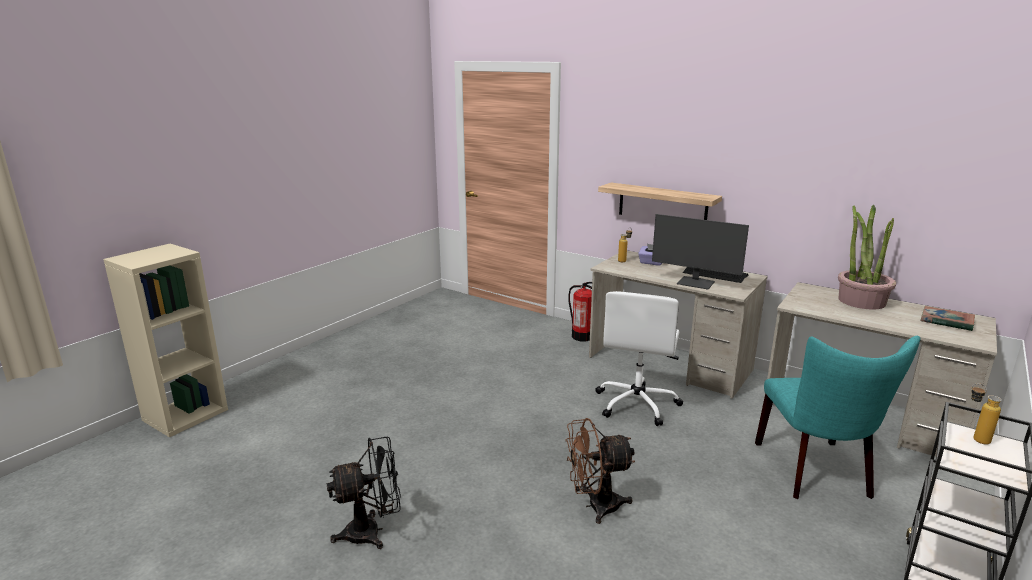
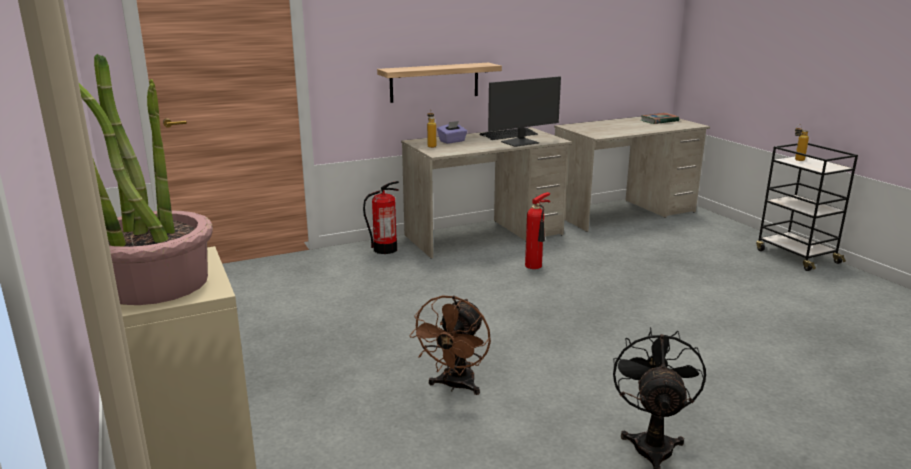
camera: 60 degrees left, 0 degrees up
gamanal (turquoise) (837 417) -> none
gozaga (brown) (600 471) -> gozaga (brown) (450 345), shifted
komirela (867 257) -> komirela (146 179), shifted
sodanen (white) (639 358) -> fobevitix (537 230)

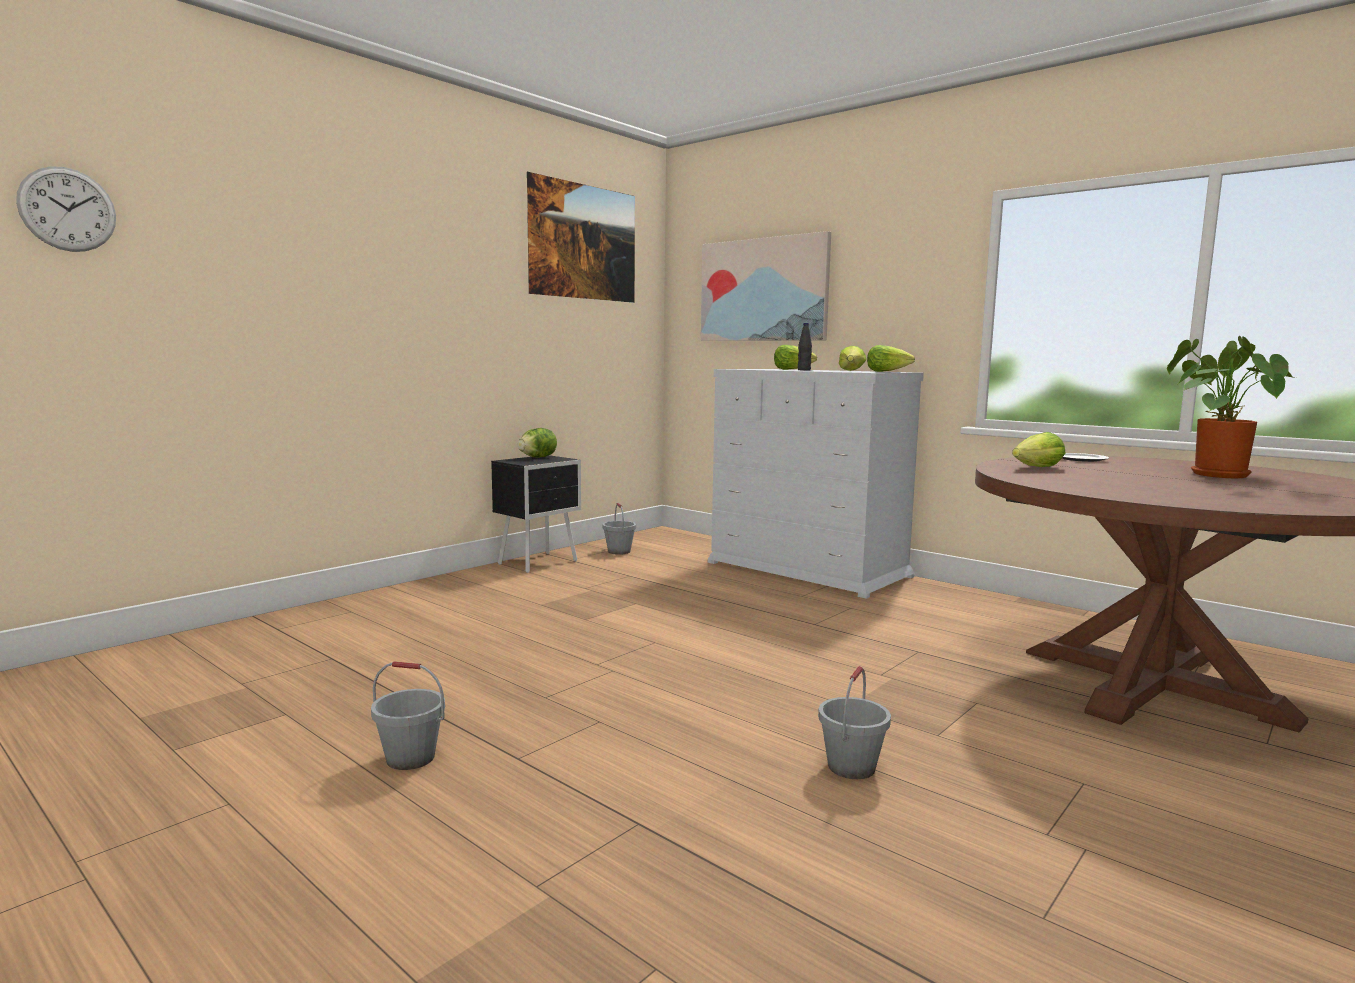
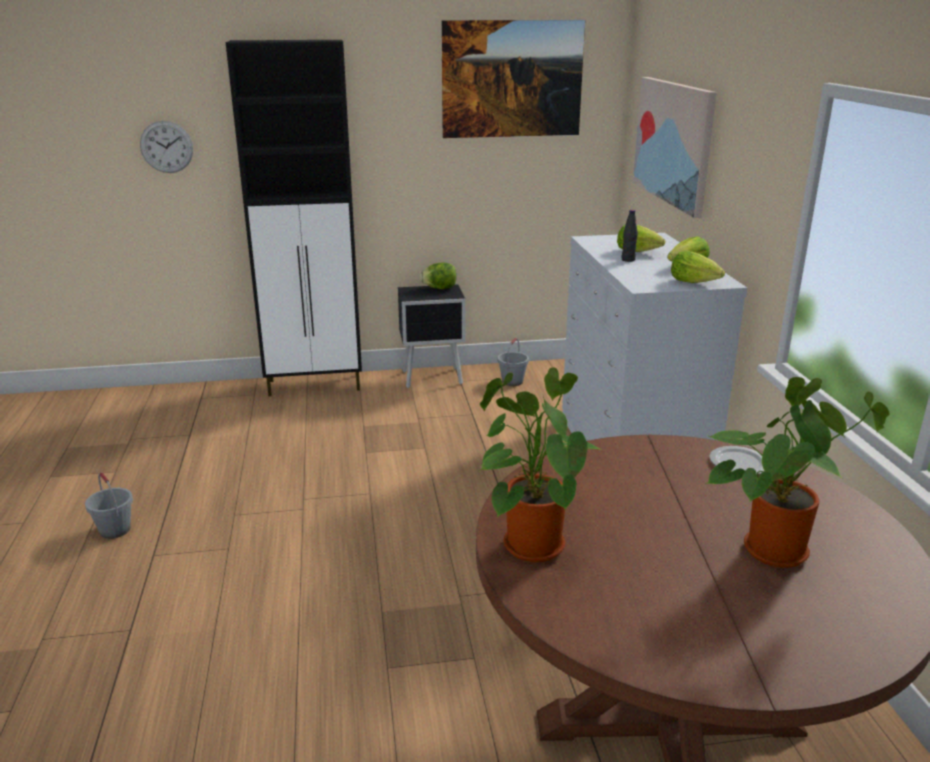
camera: 40 degrees right, 15 degrees up
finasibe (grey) (854 722) -> none
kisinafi (1038 449) -> none
none -> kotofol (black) (294 218)
none -> komirela (541 464)
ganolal (66 209) -> ganolal (166 147), shifted

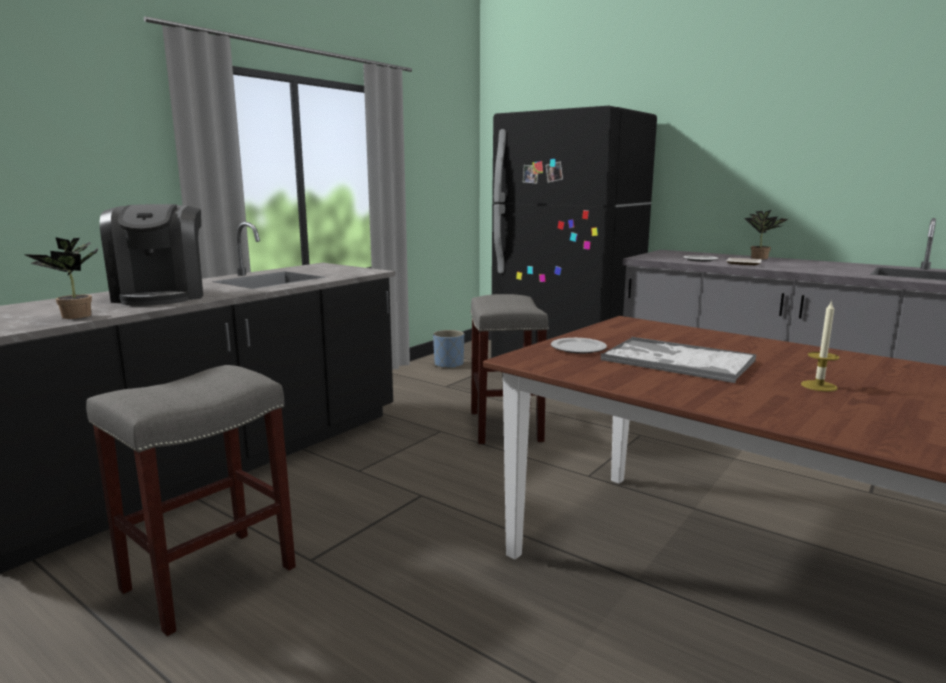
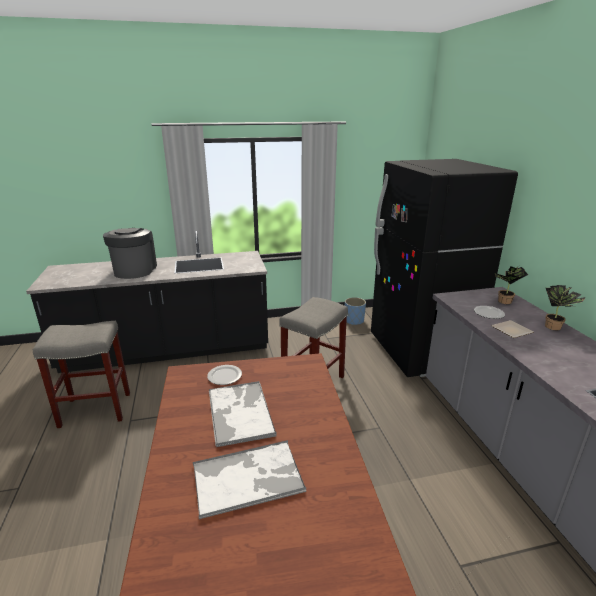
camera: 40 degrees right, 10 degrees up
komirela (61 278) -> komirela (511 285), shifted
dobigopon (820 346) -> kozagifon (249 479)
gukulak (151 255) -> gukulak (130 253), 150 degrees clockwise

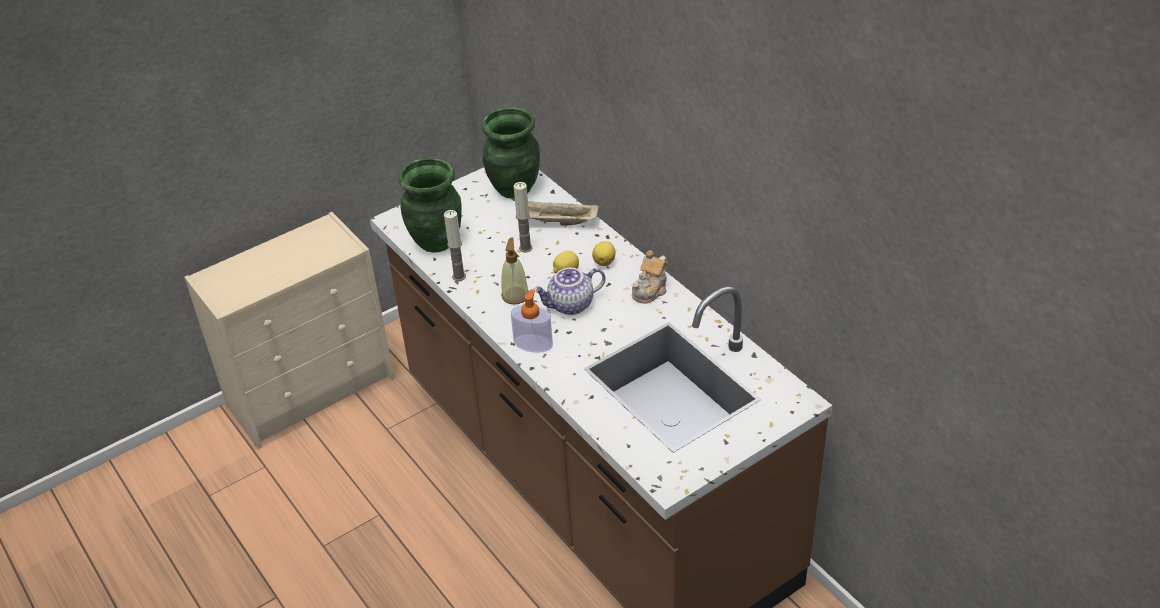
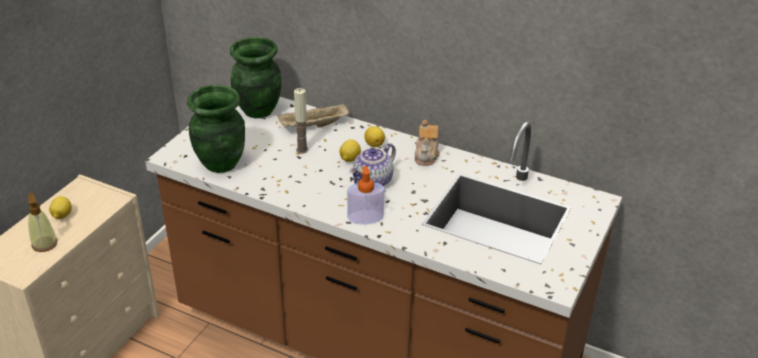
camera: 30 degrees left, 5 degrees down
dobigopon (455 245) -> none
none -> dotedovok (60 207)
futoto (515 271) -> futoto (42 222), shifted

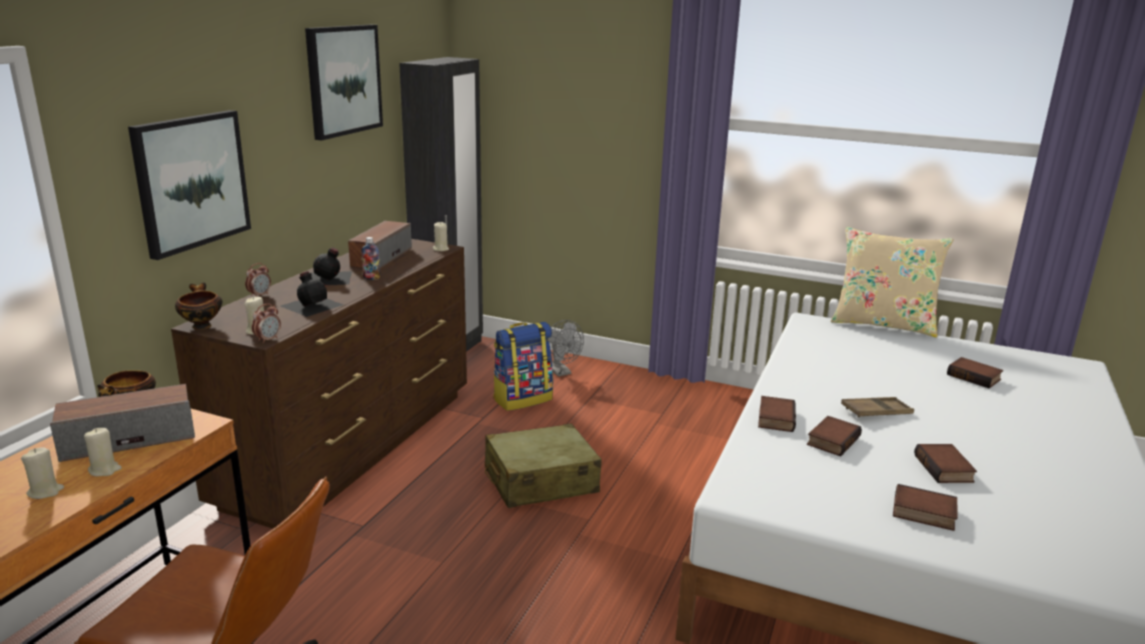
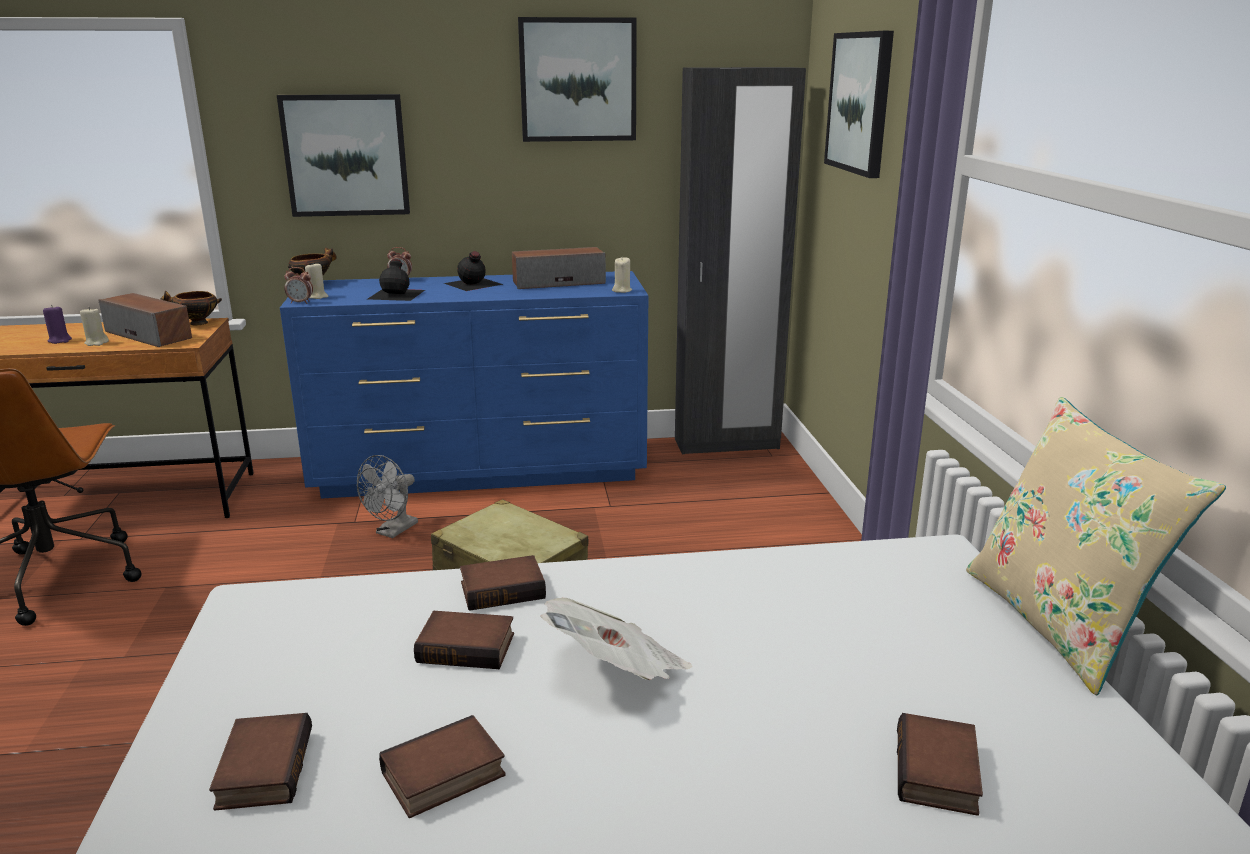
camera: 60 degrees right, 0 degrees up
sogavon (371 258) -> none
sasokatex (523 366) -> none
none -> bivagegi (859 104)
gozaga (grey) (566 348) -> gozaga (grey) (387 496), shifted
kozagifon (brown) (877 407) -> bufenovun (616 639)
dobigopon (beige) (42 473) -> dobigopon (purple) (57 324)
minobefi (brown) (319 384) -> minobefi (blue) (464 385)

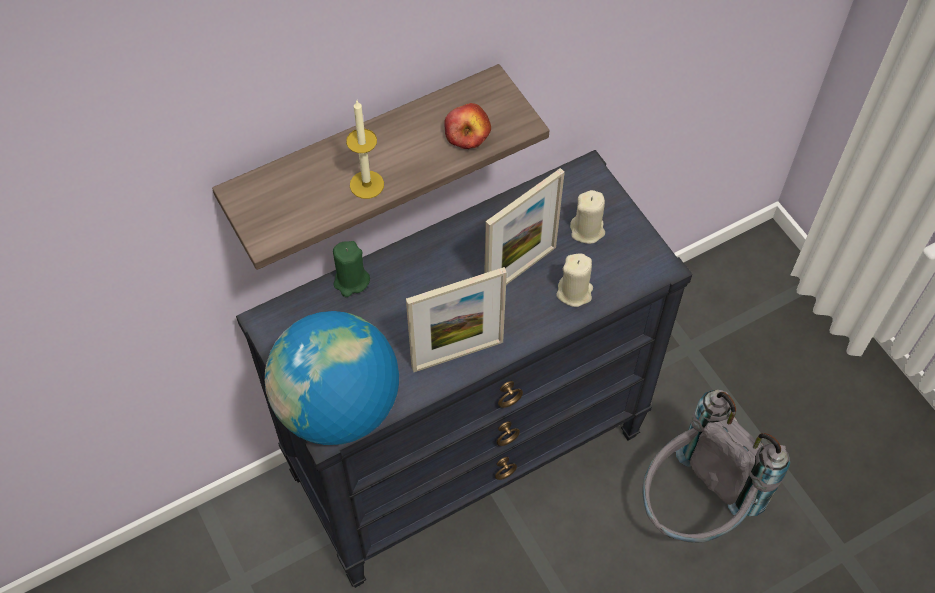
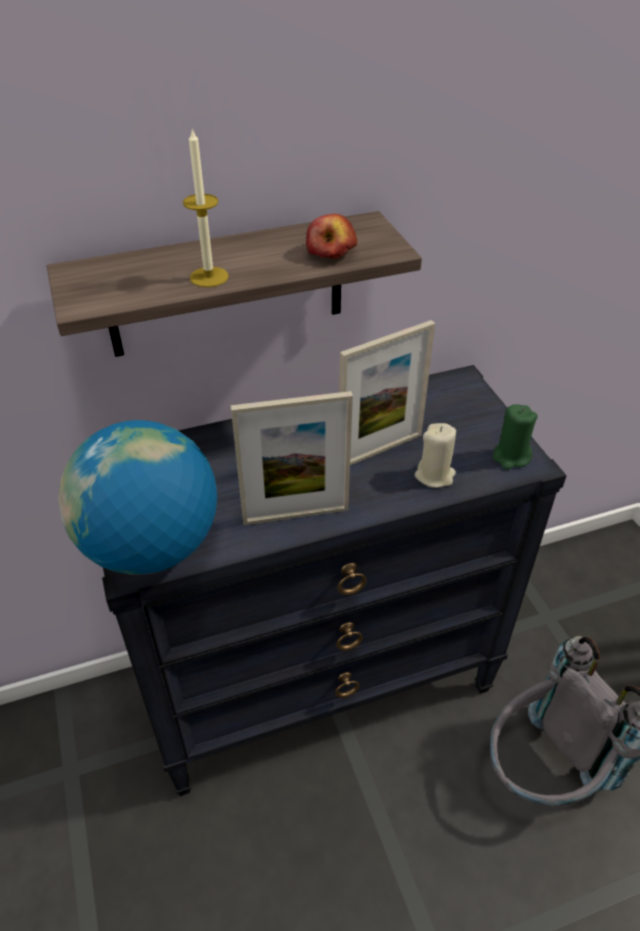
camera: 10 degrees right, 15 degrees down
dobigopon (beige) (587 217) -> none
dobigopon (green) (351 269) -> dobigopon (green) (515 437), shifted

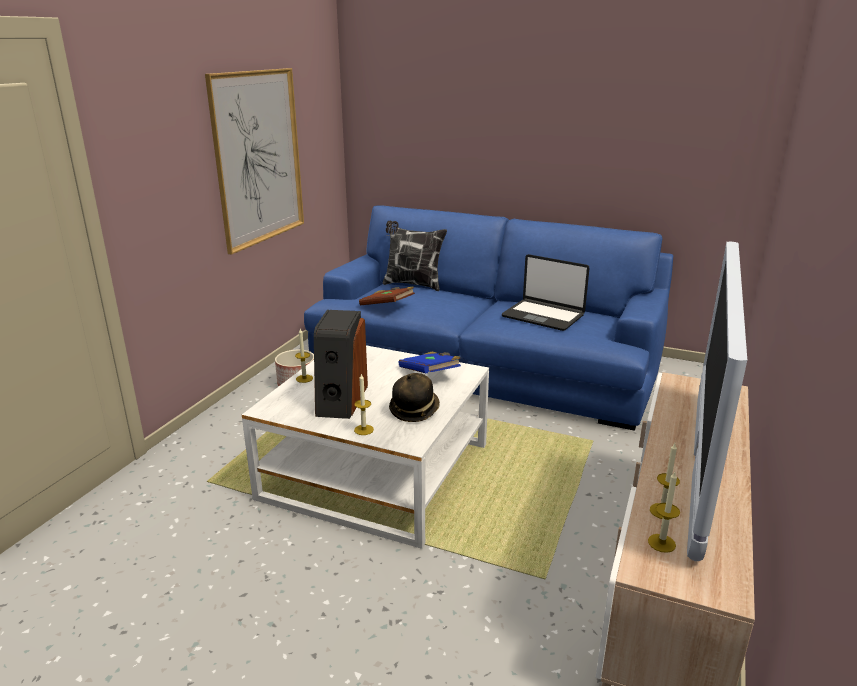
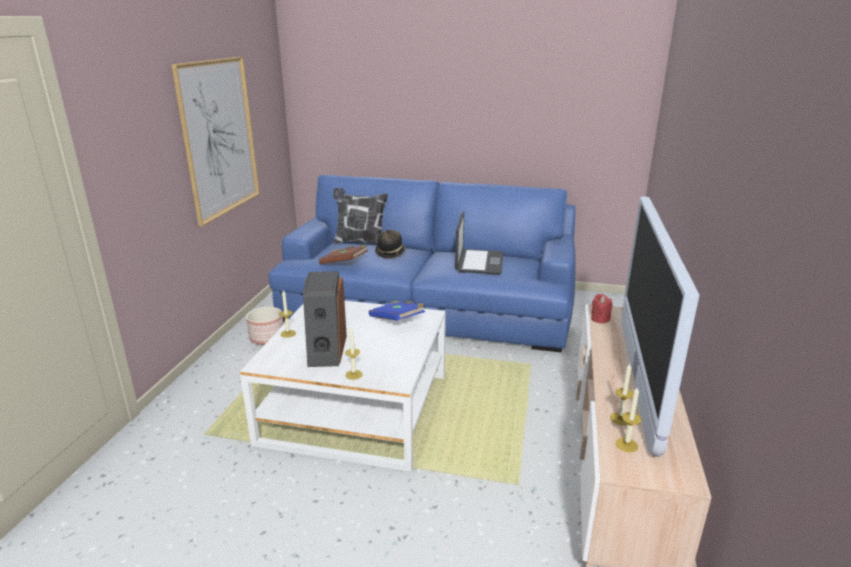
camera: 10 degrees left, 0 degrees up
none -> dobigopon (red) (601 308)
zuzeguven (414 397) -> zuzeguven (390 243), shifted
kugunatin (546 292) -> kugunatin (479 243), 105 degrees counterclockwise

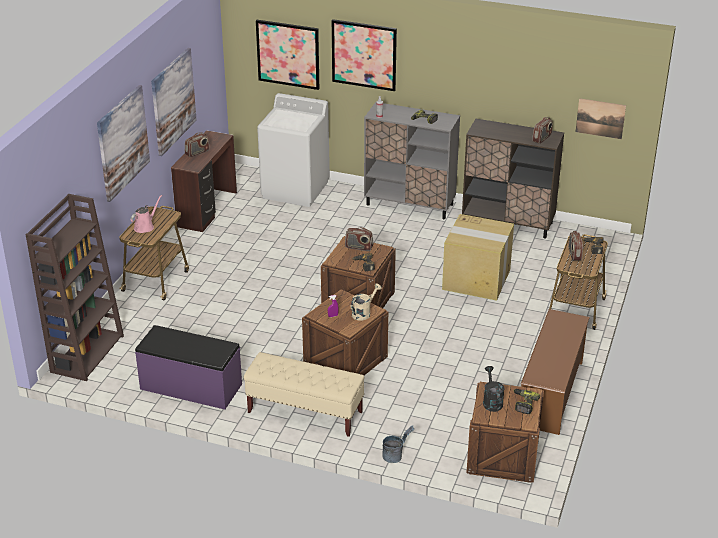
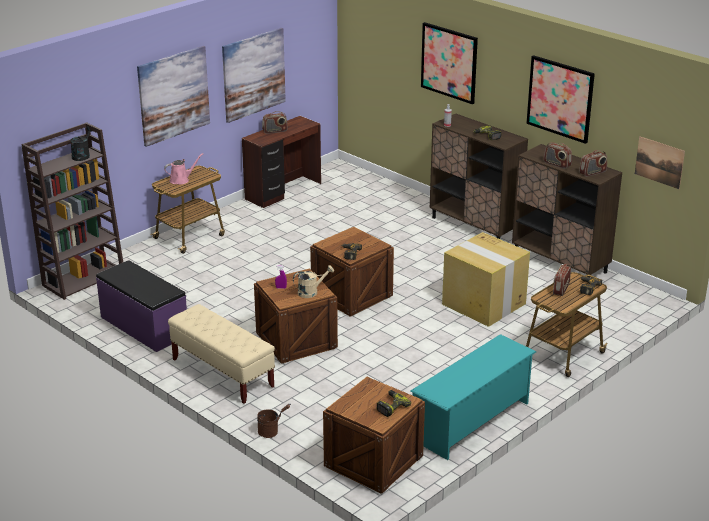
camera: 25 degrees right, 5 degrees down
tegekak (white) (293 150) -> none
bivagegi (287 55) -> bivagegi (560 99), shifted
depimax (359 239) -> depimax (558 155), shifted
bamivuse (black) (494 389) -> bamivuse (black) (81 143), shifted
kotofol (grey) (412 160) -> kotofol (brown) (479 176)
finasibe (grey) (398 444) -> finasibe (brown) (274 421)
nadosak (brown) (555 372) -> nadosak (turquoise) (473 397)

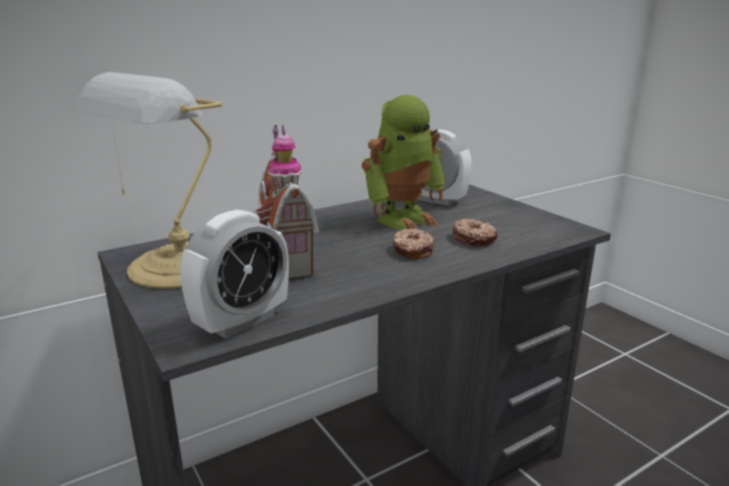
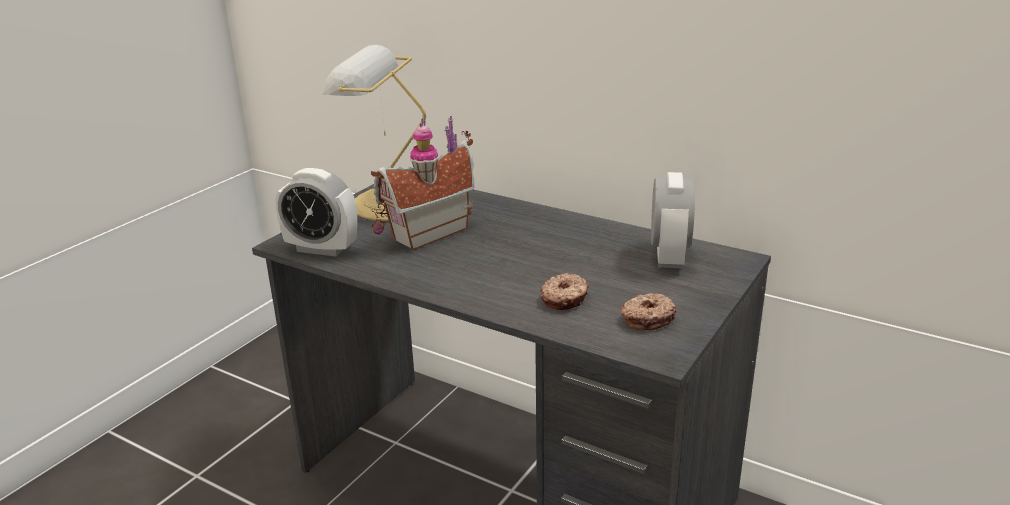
camera: 65 degrees right, 5 degrees up
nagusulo (404 162) -> none
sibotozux (414 243) -> sibotozux (649 312), shifted

